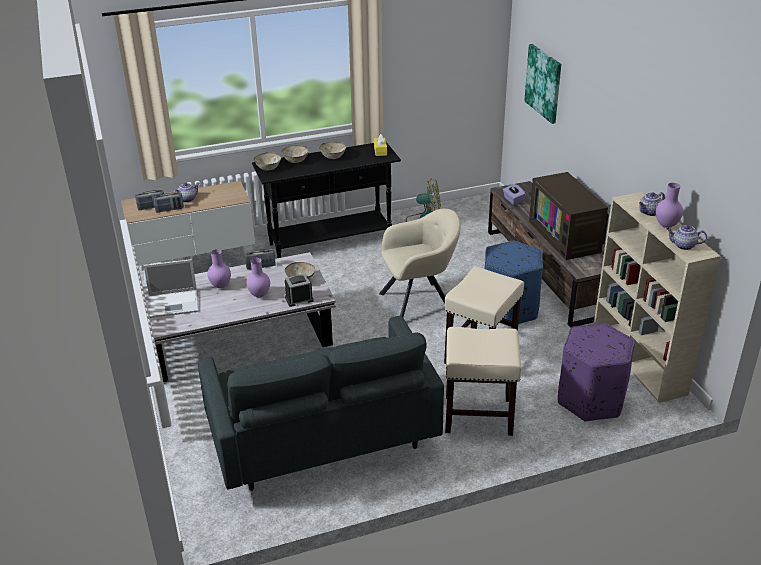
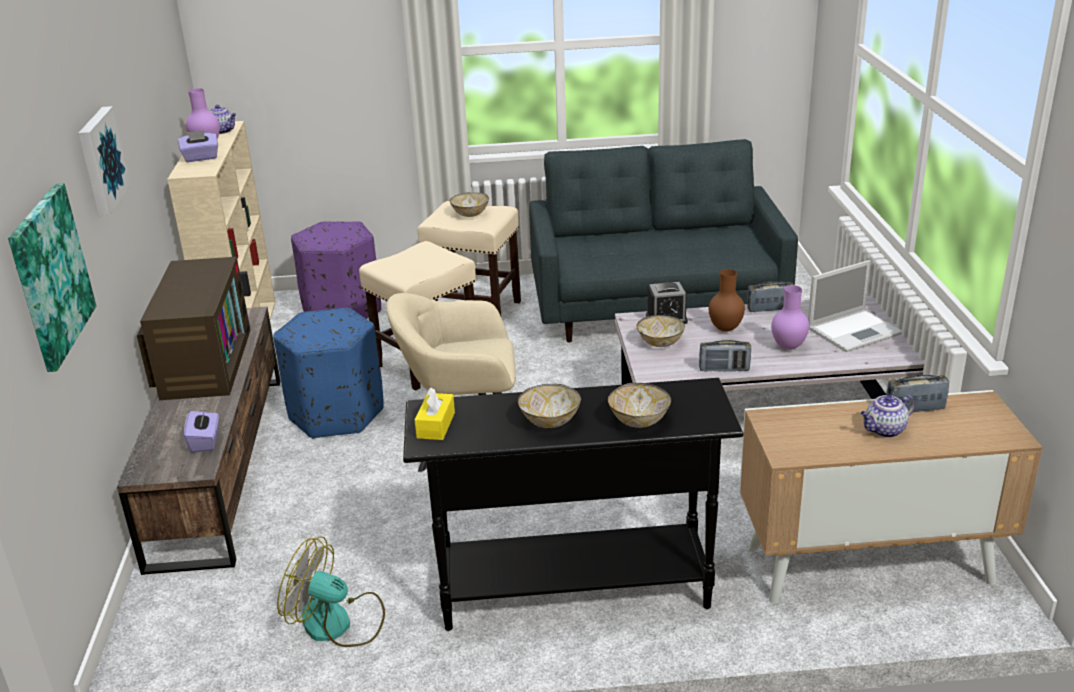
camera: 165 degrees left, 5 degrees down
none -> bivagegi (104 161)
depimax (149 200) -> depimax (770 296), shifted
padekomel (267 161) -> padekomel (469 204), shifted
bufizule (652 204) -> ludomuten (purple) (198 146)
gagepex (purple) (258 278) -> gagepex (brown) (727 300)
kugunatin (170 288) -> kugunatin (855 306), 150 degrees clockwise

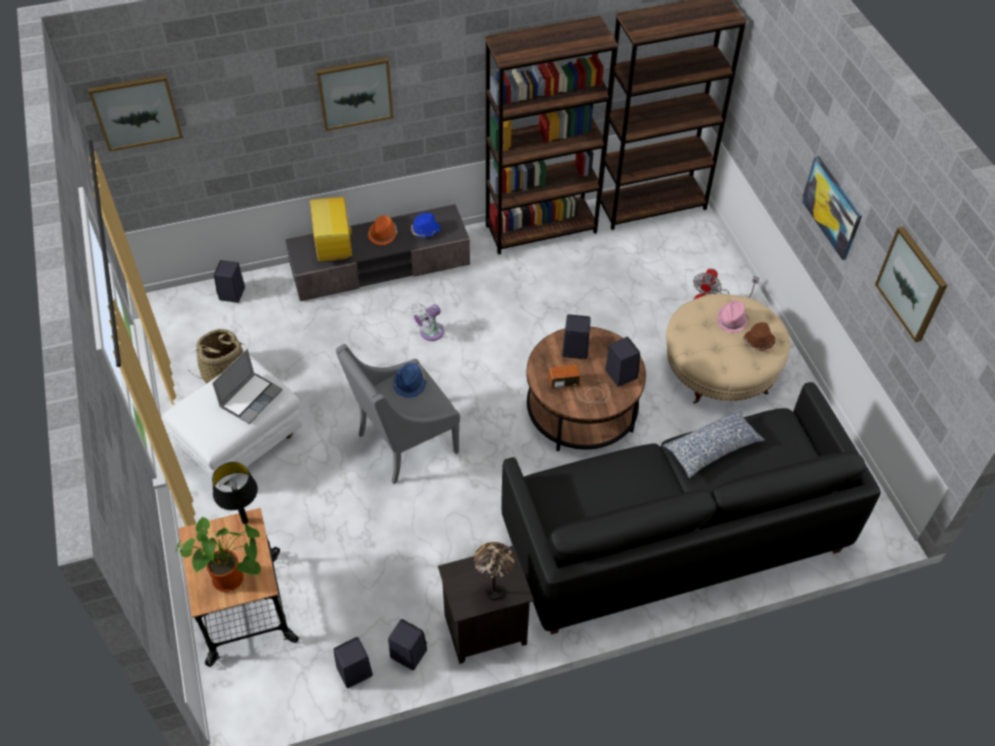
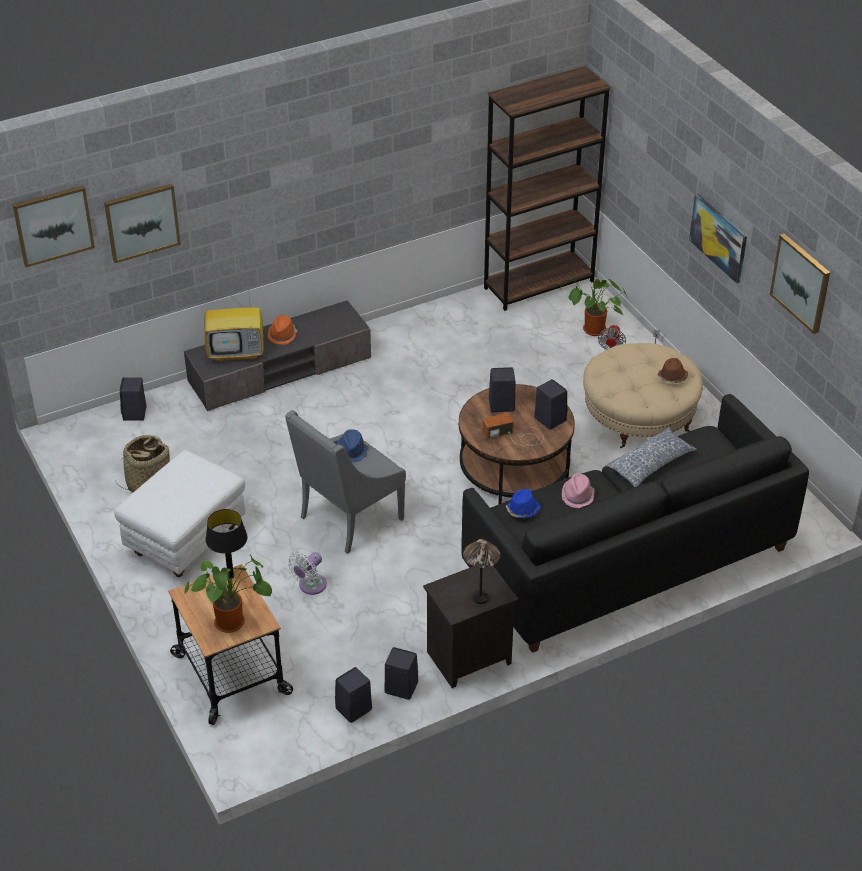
camera: 10 degrees left, 10 degrees down
kugunatin (247 386) -> none
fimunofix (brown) (551 135) -> none
none -> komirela (594 304)
bivagegi (354 94) -> bivagegi (142 223), shifted
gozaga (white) (427 322) -> gozaga (white) (307 573), shifted
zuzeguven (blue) (426 225) -> zuzeguven (blue) (523 503), shifted
zuzeguven (pink) (733 316) -> zuzeguven (pink) (578 491), shifted
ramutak (331 227) -> ramutak (234 324), 75 degrees counterclockwise

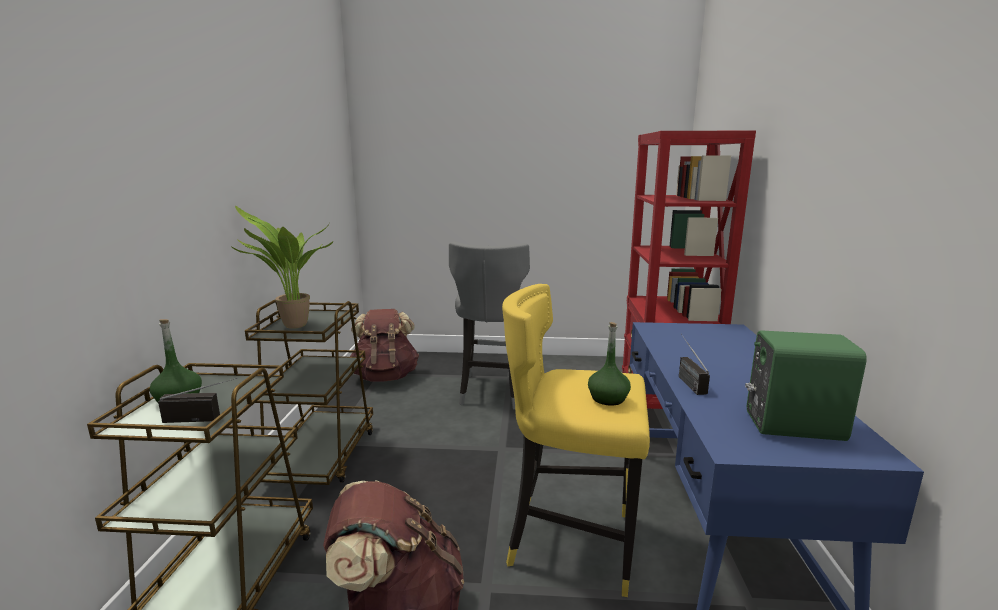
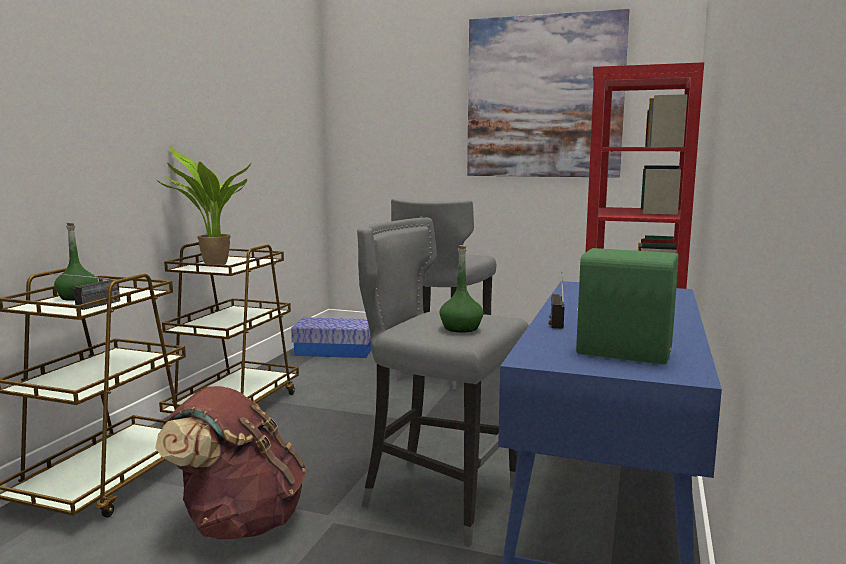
camera: 15 degrees right, 5 degrees down
none -> bivagegi (548 93)
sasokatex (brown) (384 345) -> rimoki (331 337)
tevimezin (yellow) (576 440) -> tevimezin (grey) (443 382)
depimax (198 400) -> depimax (84 291), 105 degrees clockwise

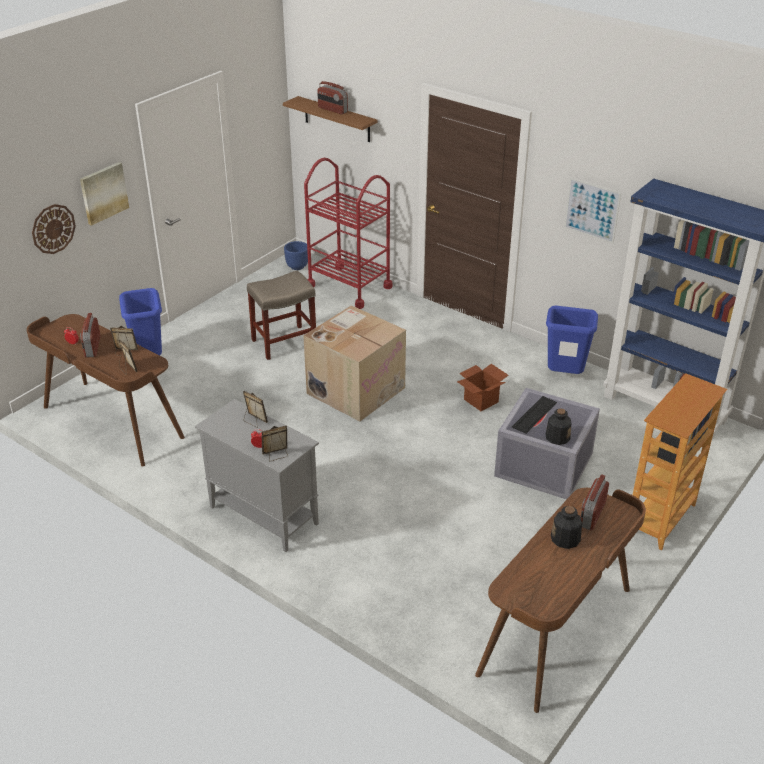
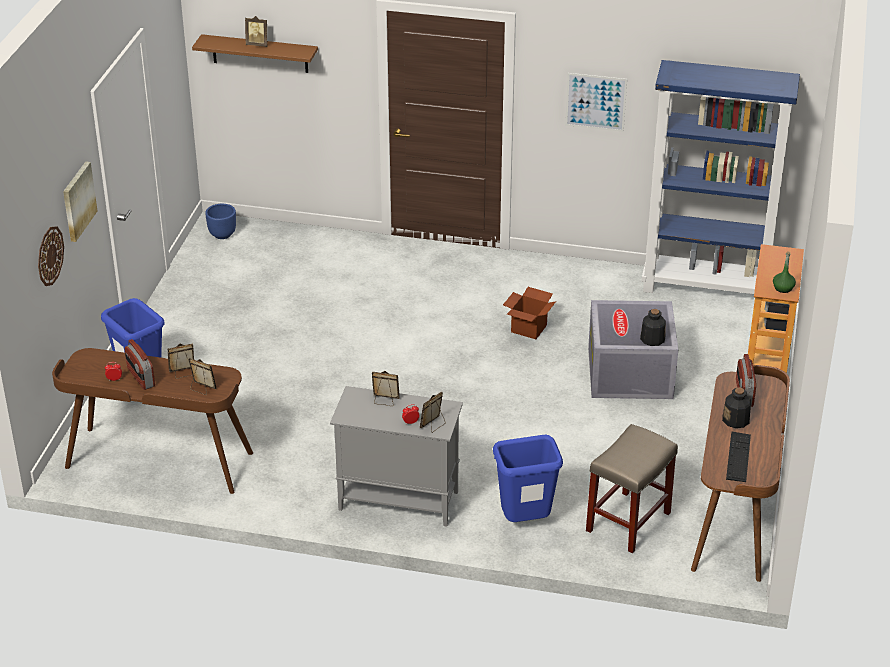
camera: 25 degrees left, 0 degrees up
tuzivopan (354 363) -> none
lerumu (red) (348 233) -> none
none -> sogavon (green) (784 272)
tevimezin (beige) (281 315) -> tevimezin (beige) (632 488), shifted
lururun (534 415) -> lururun (738 456), shifted
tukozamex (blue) (572 340) -> tukozamex (blue) (528 478), shifted
depimax (332 97) -> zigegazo (256 31)

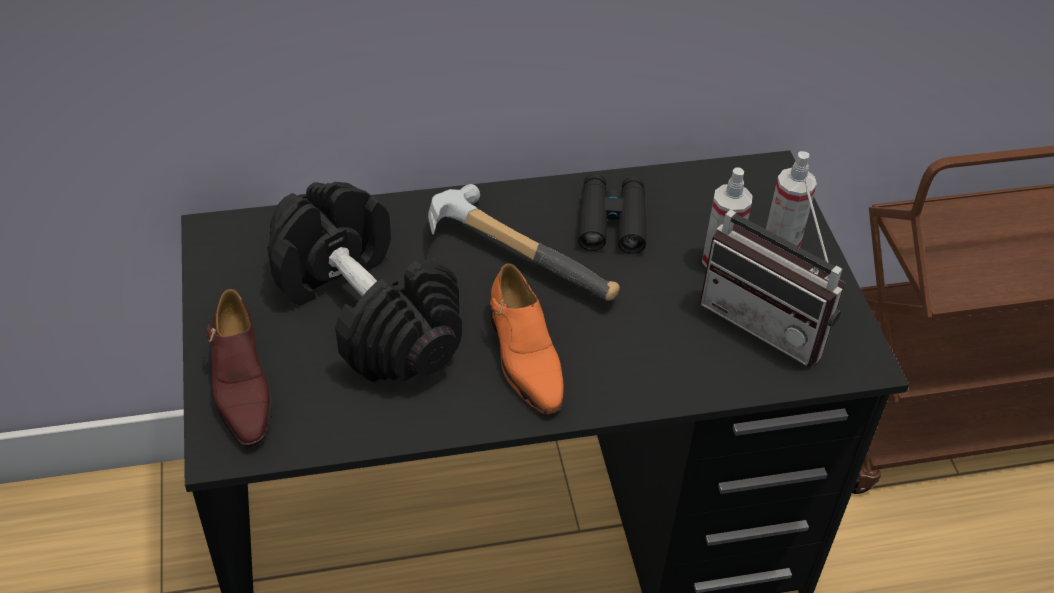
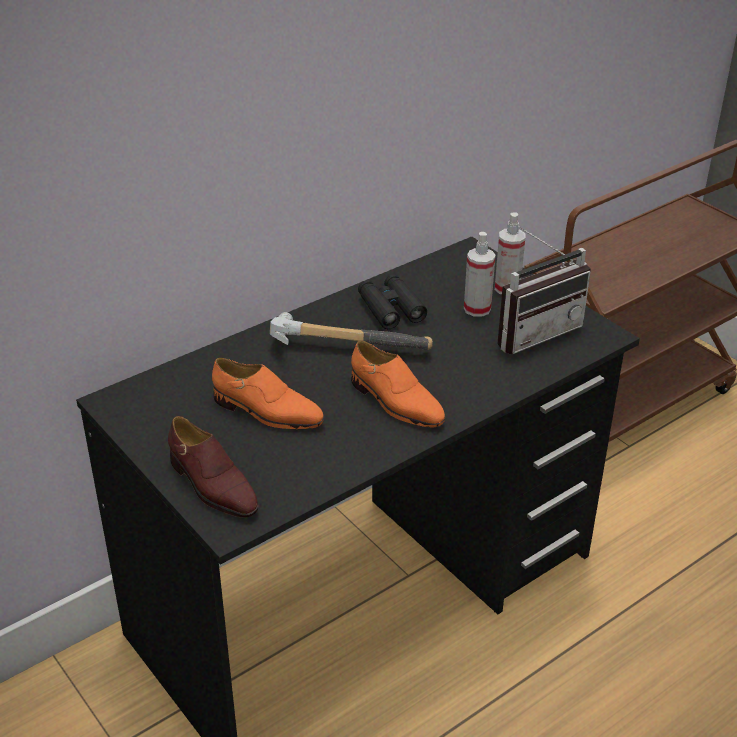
camera: 25 degrees left, 10 degrees down
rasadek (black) (364 282) -> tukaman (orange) (268 393)
depimax (772 273) -> depimax (544 290), 45 degrees counterclockwise

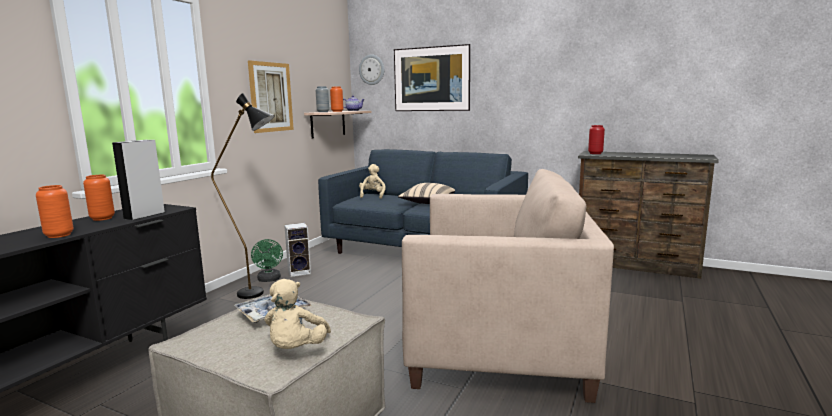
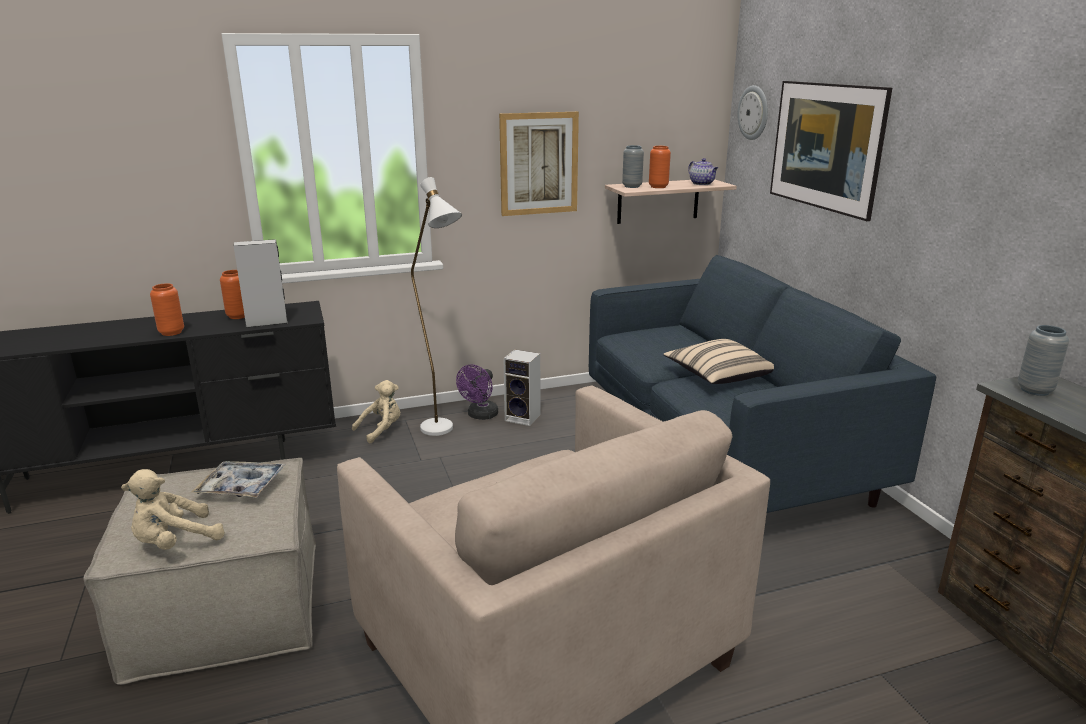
camera: 45 degrees right, 10 degrees up
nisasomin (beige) (372 181) -> nisasomin (beige) (376 411), shifted
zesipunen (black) (243 196) -> zesipunen (white) (436 306)
gozaga (green) (267 260) -> gozaga (purple) (477 392)
gagepex (red) (596 139) -> gagepex (grey) (1043 360)

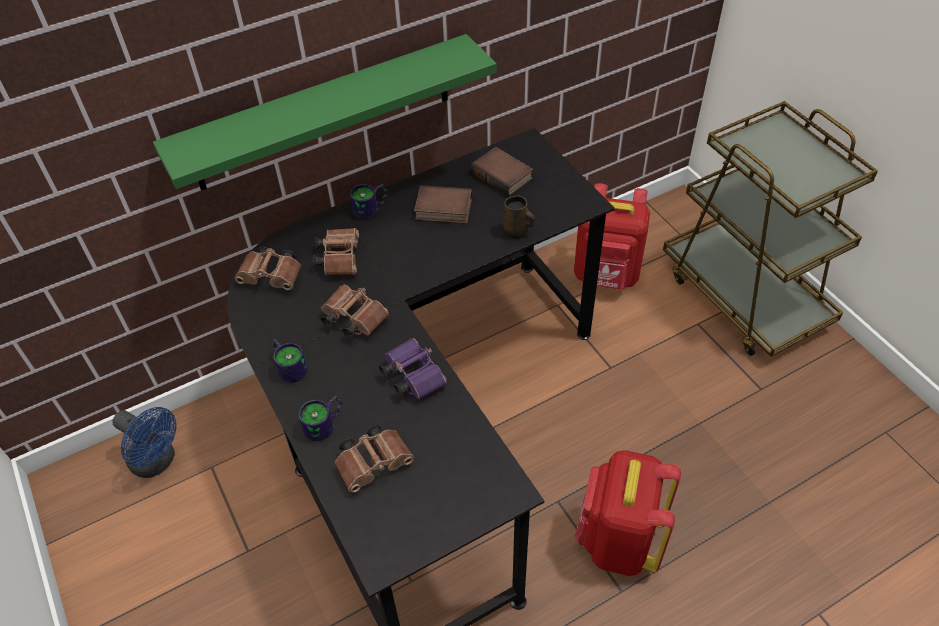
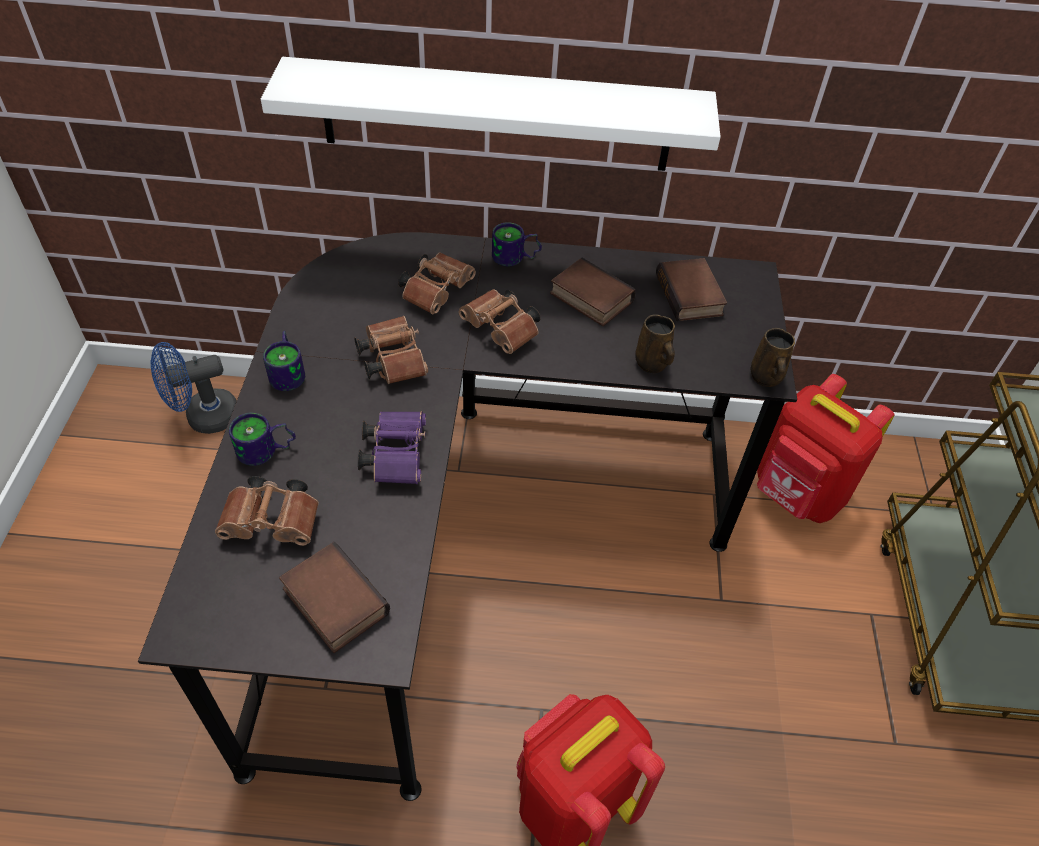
camera: 30 degrees right, 0 degrees up
none -> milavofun (334 597)
none -> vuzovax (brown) (773 357)
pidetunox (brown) (267 268) -> pidetunox (brown) (499 321), shifted
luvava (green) (325 112) -> luvava (white) (491 114)
gozaga (blue) (144 442) -> gozaga (blue) (193 388), 90 degrees clockwise

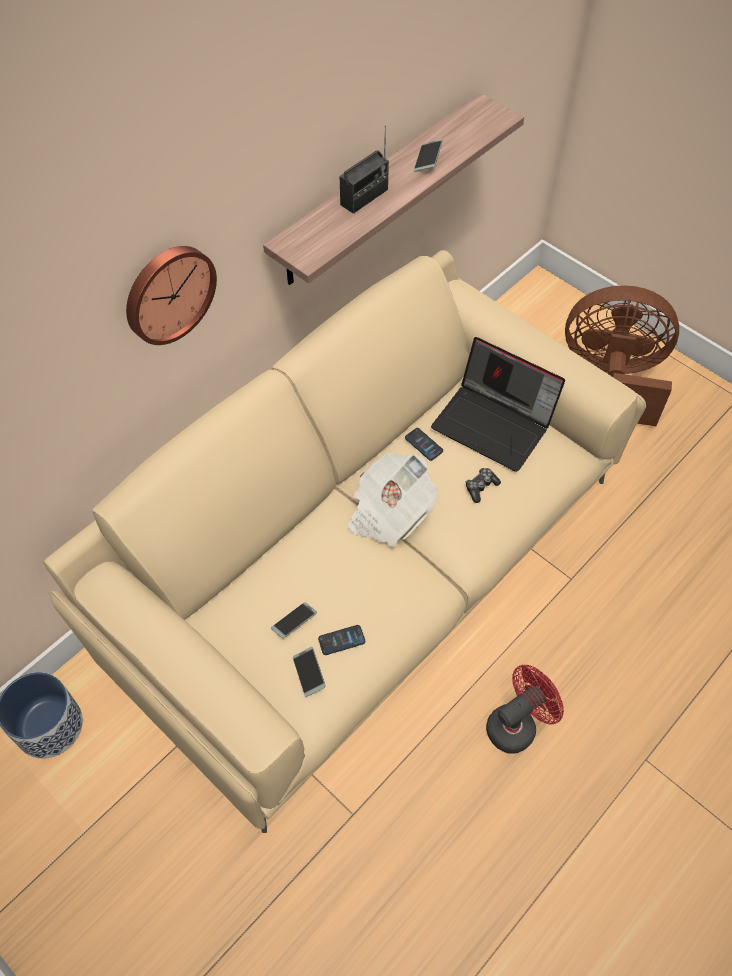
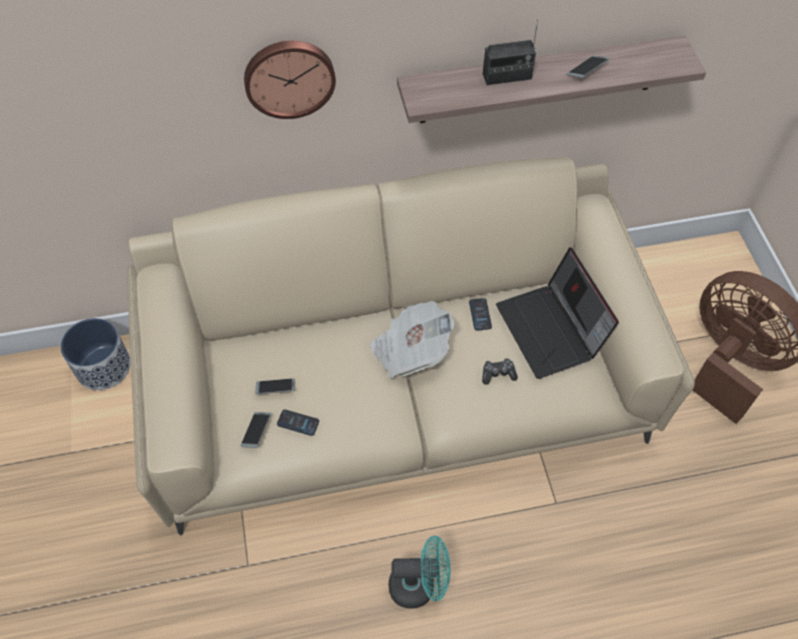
camera: 35 degrees right, 0 degrees up
gozaga (red) (525 709) -> gozaga (turquoise) (420 572)

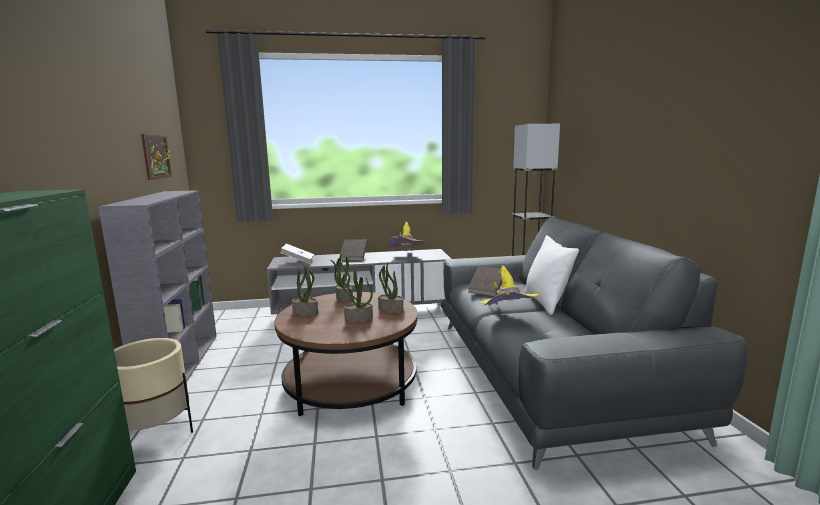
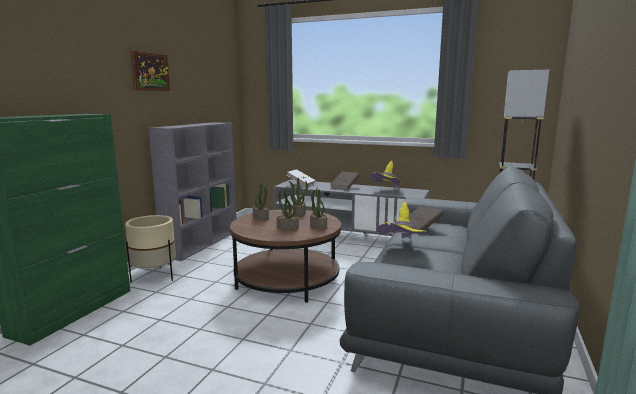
camera: 30 degrees right, 0 degrees up
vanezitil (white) (551 275) -> none
bivagegi (156 157) -> bivagegi (150 70), shifted

